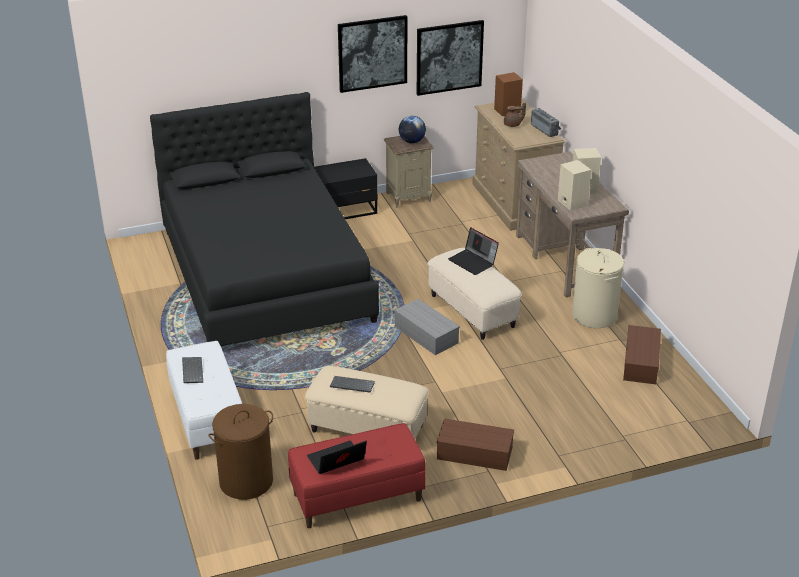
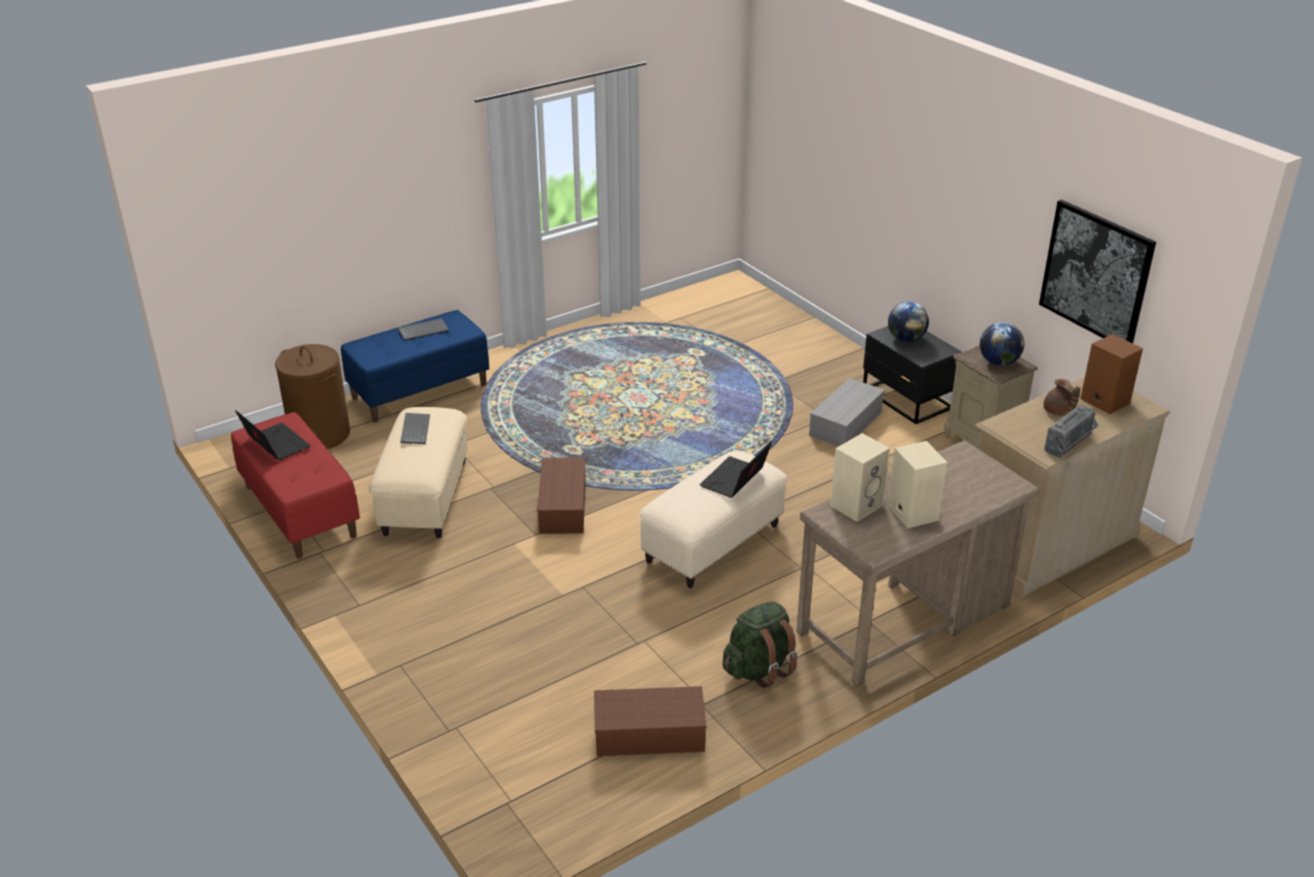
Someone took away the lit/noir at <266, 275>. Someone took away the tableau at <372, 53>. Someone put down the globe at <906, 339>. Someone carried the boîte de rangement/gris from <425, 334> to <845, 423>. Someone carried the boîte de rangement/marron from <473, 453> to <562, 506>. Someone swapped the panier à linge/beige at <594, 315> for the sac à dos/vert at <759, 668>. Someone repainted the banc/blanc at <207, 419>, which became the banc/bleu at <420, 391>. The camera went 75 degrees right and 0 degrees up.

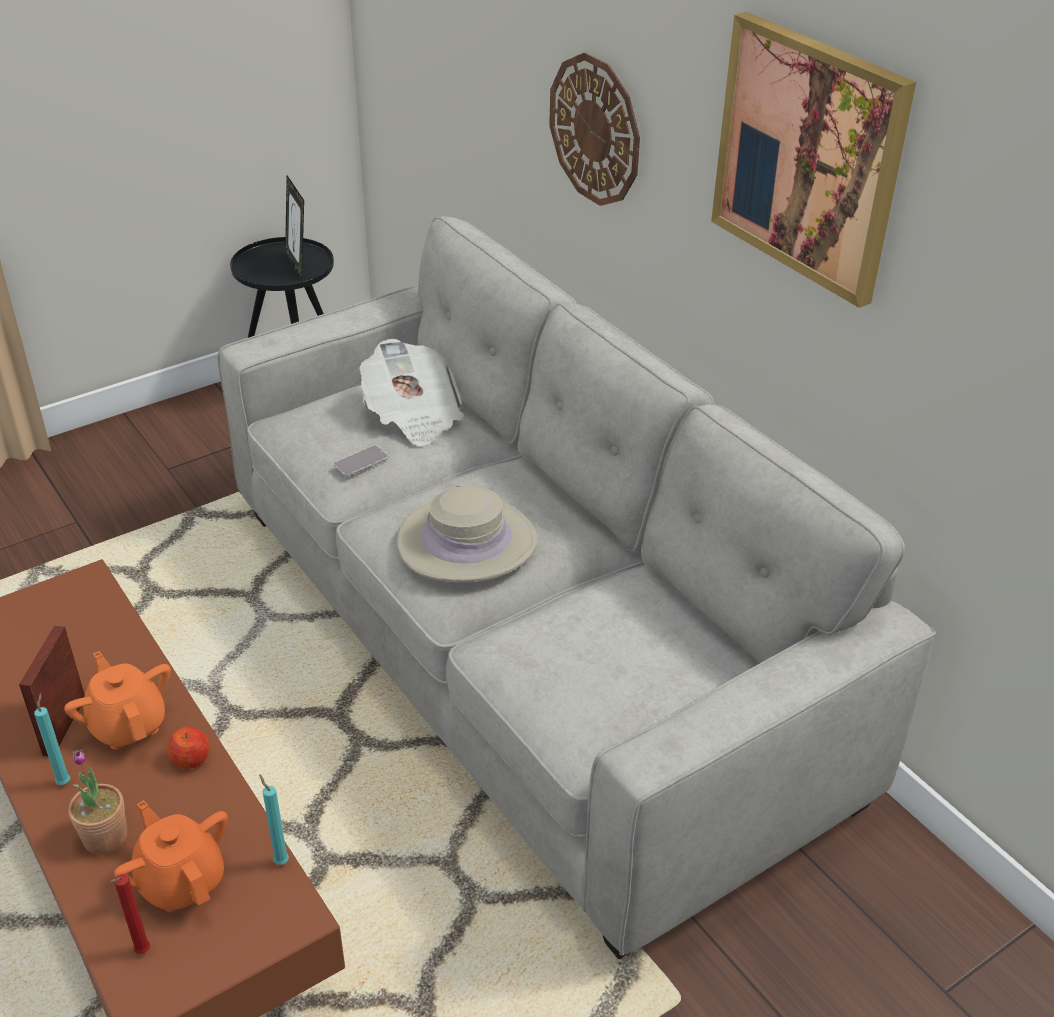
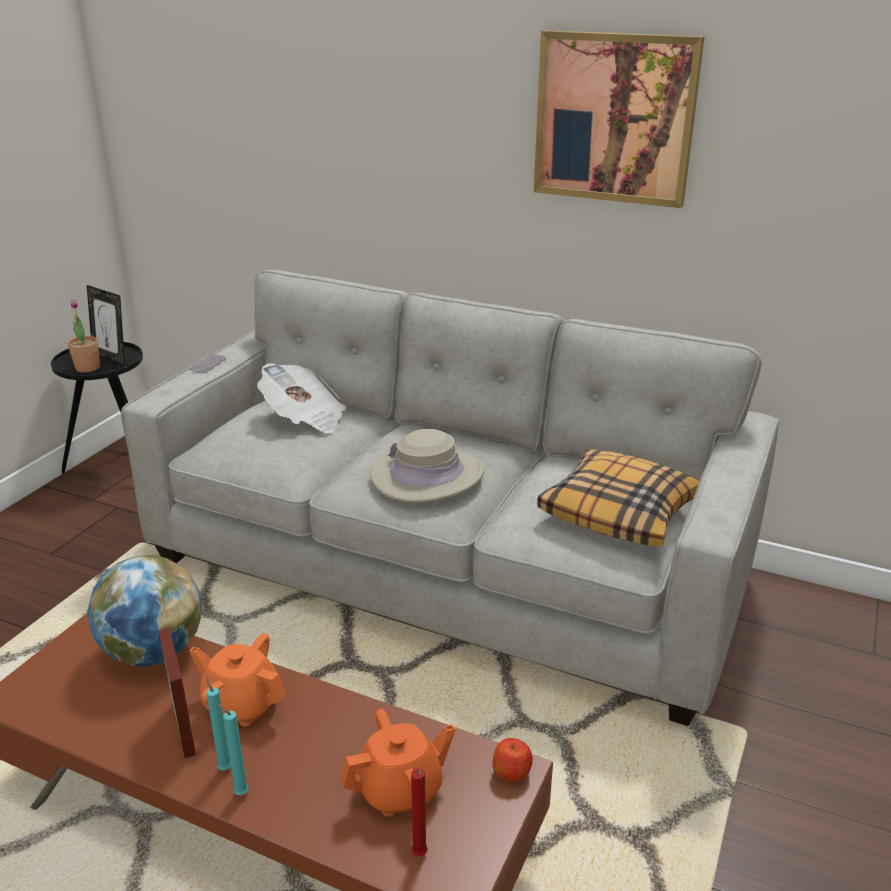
Someone took away the horloge murale at <595, 130>. Someone put down the globe at <153, 652>. Someone put down the coussin at <619, 511>. Someone carried the plante en pot from <105, 837> to <88, 368>. Someone carried the pomme from <191, 759> to <512, 772>. Someone carried the bougie/turquoise from <280, 860> to <239, 793>. Someone carried the téléphone from <361, 462> to <208, 364>. Someone rotated the théière/orange at <181, 881> by 135 degrees clockwise. The camera went 30 degrees left and 10 degrees down.

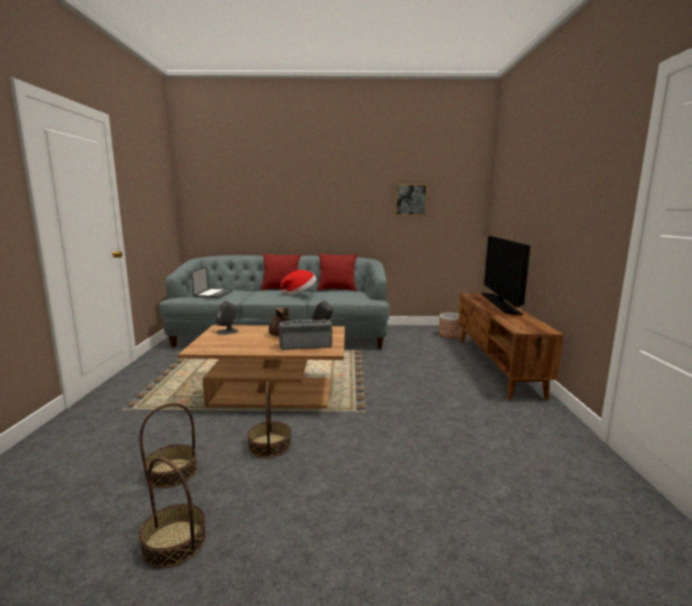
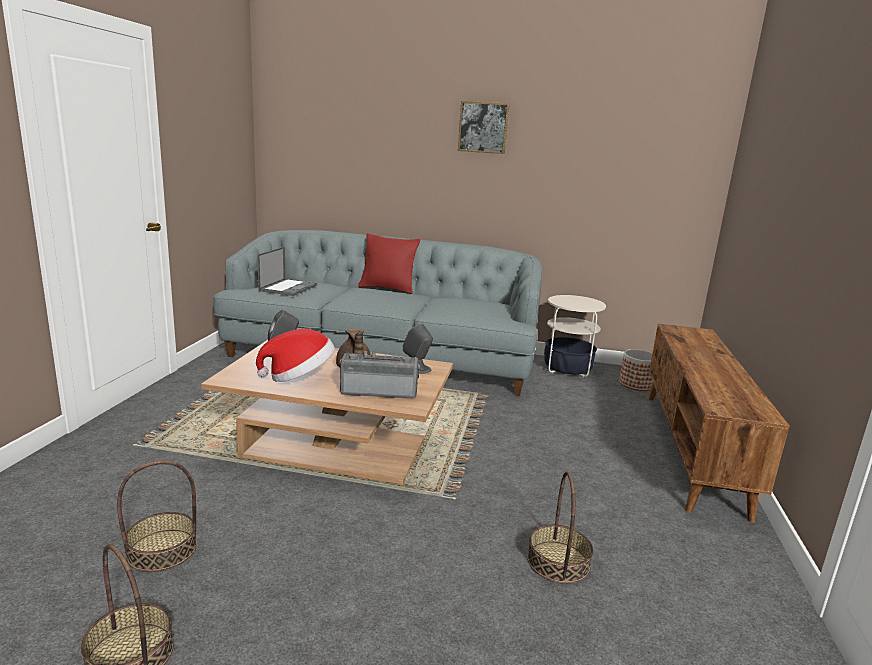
Someone took away the coussin/rouge at <337, 289>. Someone took away the téléviseur at <500, 303>. Someone put down the table d'appoint/beige at <567, 369>. Someone carried the panier from <270, 445> to <558, 562>. Someone carried the chapeau from <300, 293> to <299, 377>. Someone carried the tableau from <411, 200> to <483, 127>. The camera went 10 degrees right and 5 degrees up.

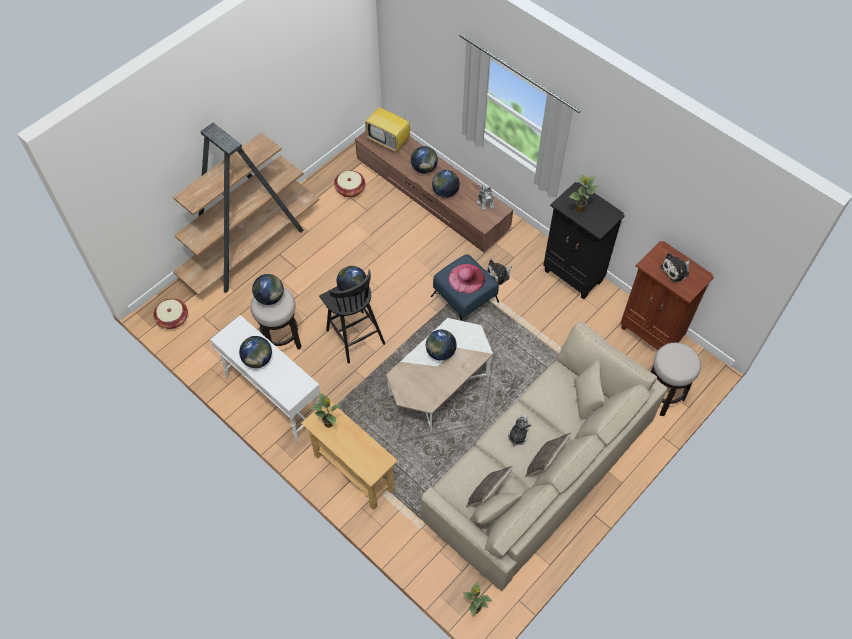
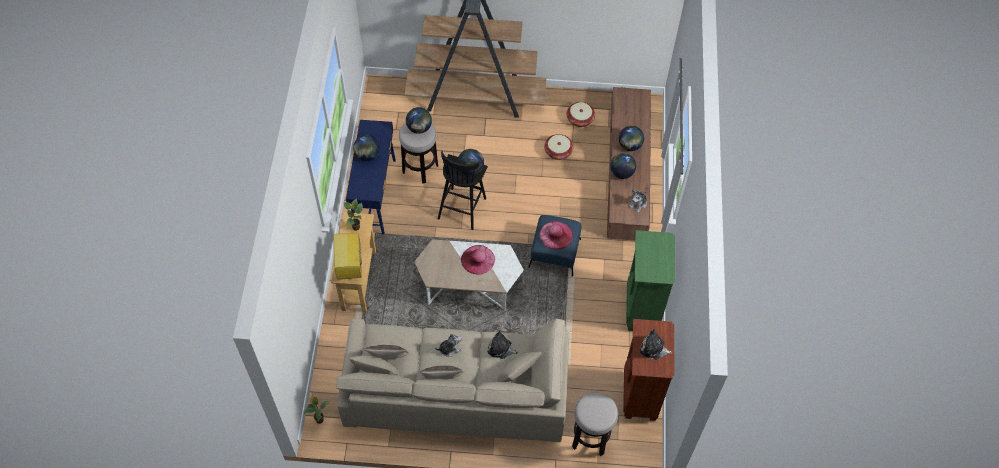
Someone took away the plante en pot at <579, 209>. Someone carried the panier from <173, 319> to <558, 152>. Someone carried the téléviseur from <389, 141> to <350, 266>. Someone carried the peluche from <499, 275> to <501, 348>. Someone swapped the globe at <440, 352> for the chapeau/rose at <478, 259>. Someone repainted the table console/blanc at <274, 396>, which became the table console/bleu at <375, 195>. Someone repainted the meuble de rangement/noir at <572, 277>, which became the meuble de rangement/vert at <641, 310>. The camera went 50 degrees right and 0 degrees up.

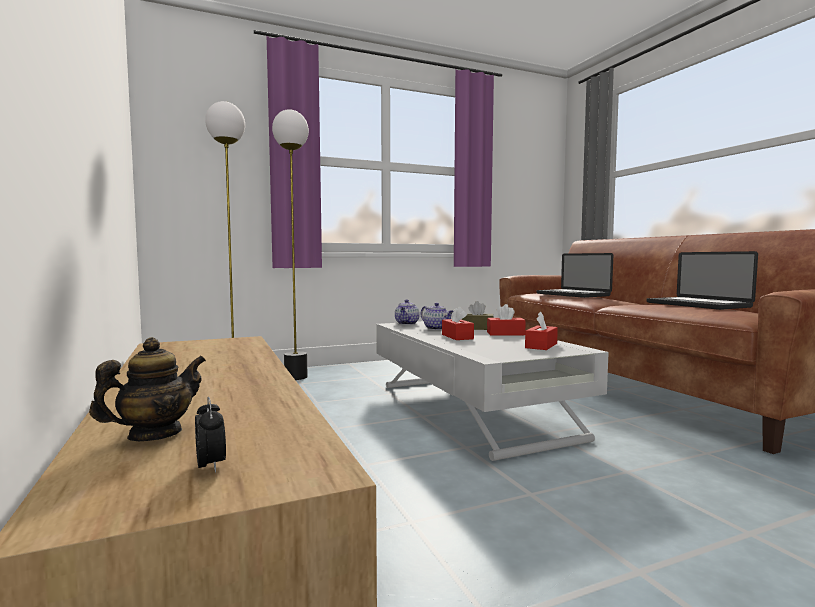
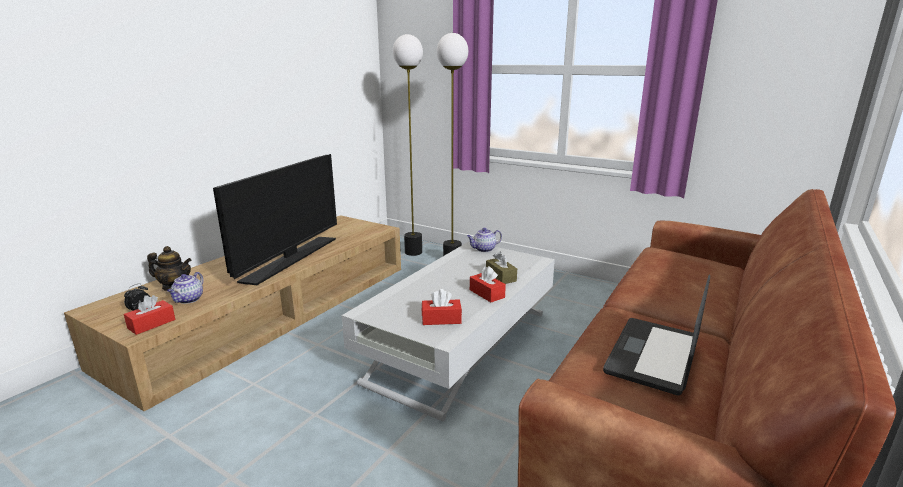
Someone took away the ordinateur portable at <572, 294>. Someone put down the téléviseur at <291, 259>. Someone carried the théière from <437, 328> to <188, 300>. Someone carried the boîte à mouchoirs/rouge from <457, 337> to <151, 324>. The camera went 55 degrees right and 15 degrees up.

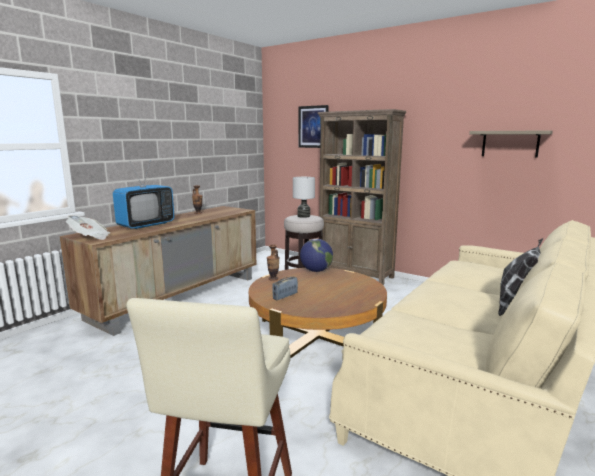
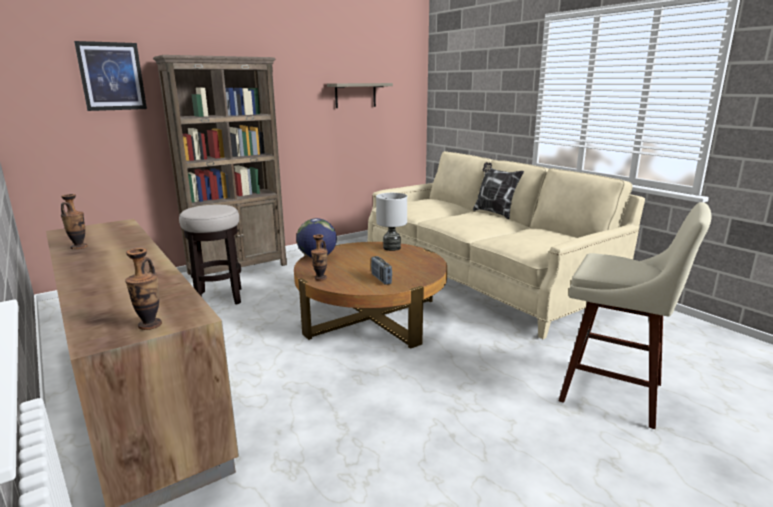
Someone took away the téléviseur at <146, 225>. Someone carried the lampe de table/gris from <303, 216> to <392, 248>. Someone swapped the journal at <90, 237> for the vase at <150, 325>. The camera went 70 degrees left and 5 degrees up.

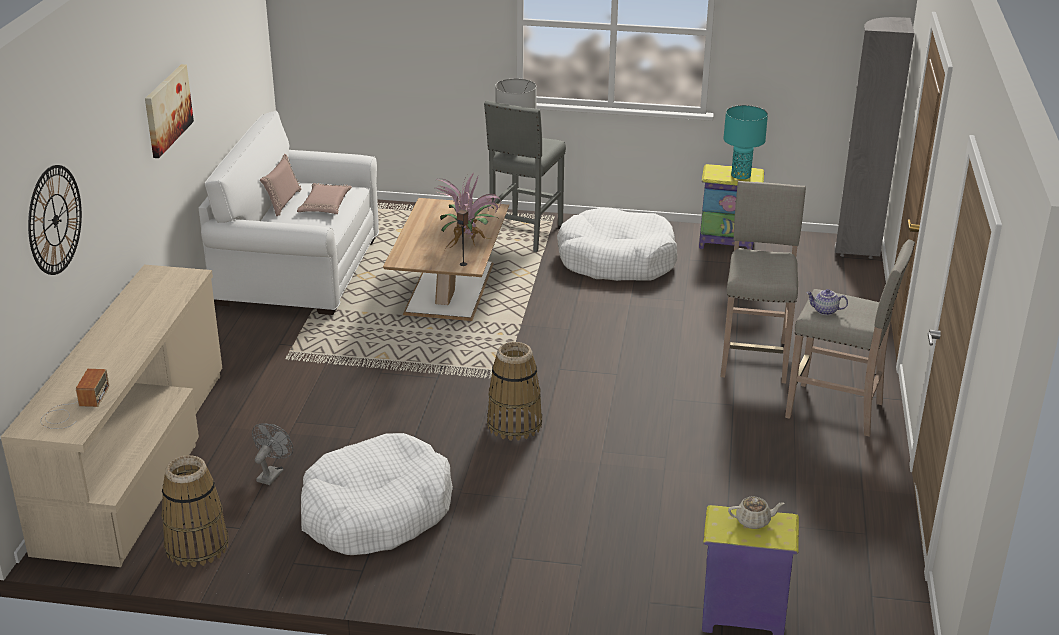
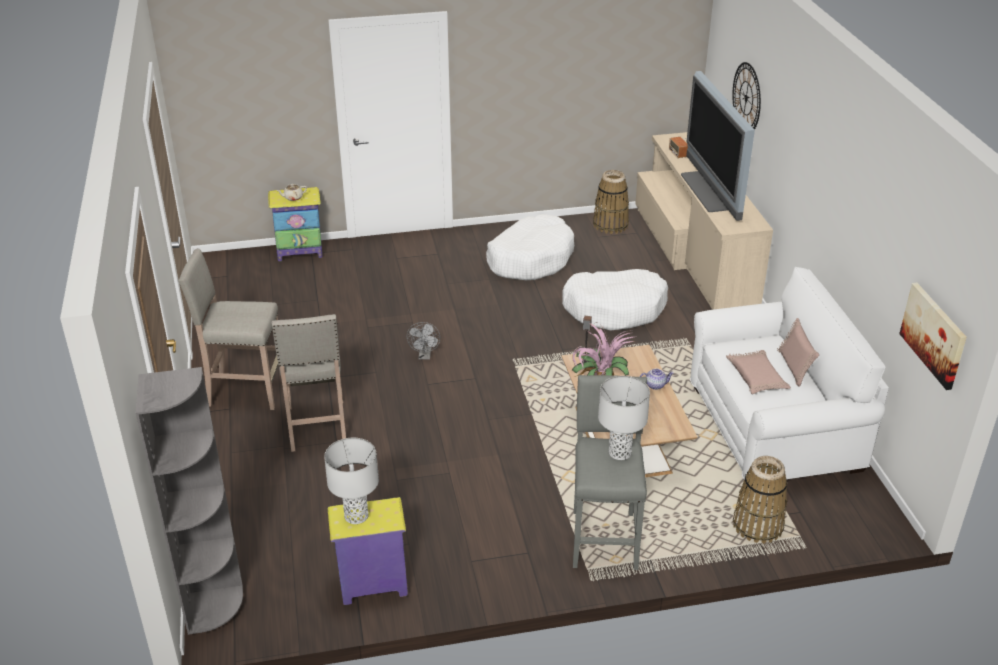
Someone put down the téléviseur at <710, 191>. Someone carried the tableau from <167, 110> to <934, 335>. Someone carried the ventilateur/gris from <272, 473> to <425, 356>. Someone carried the panier from <514, 424> to <757, 525>. Someone carried the panier pour chien/blanc from <616, 260> to <615, 308>. Someone carried the théière from <825, 311> to <655, 385>. Someone repainted the lampe de table/turquoise at <740, 175>, which became the lampe de table/blanc at <356, 515>. The camera went 160 degrees right and 5 degrees up.

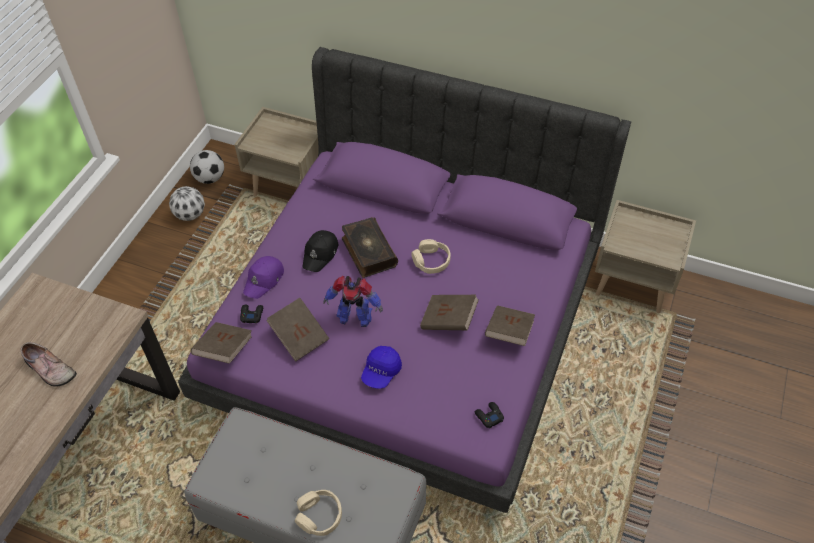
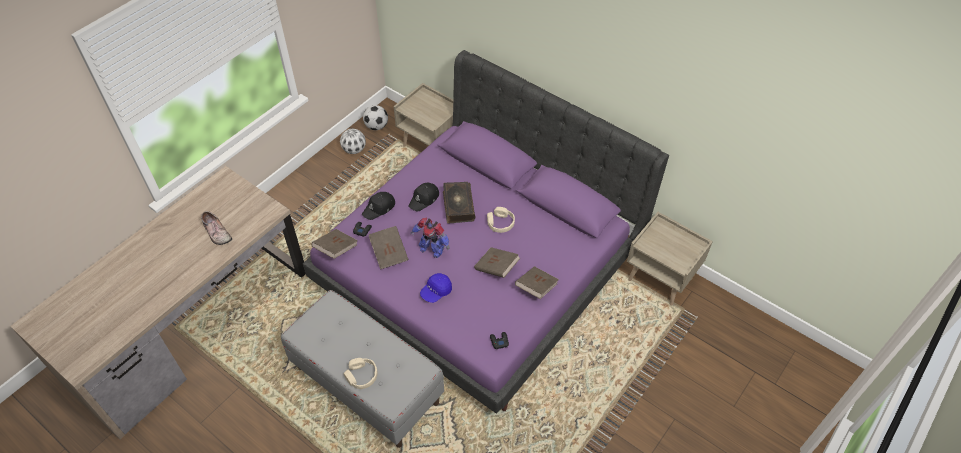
Someone repainted the casquette/violet at <264, 280>, which became the casquette/noir at <379, 208>. The camera went 15 degrees right and 0 degrees up.

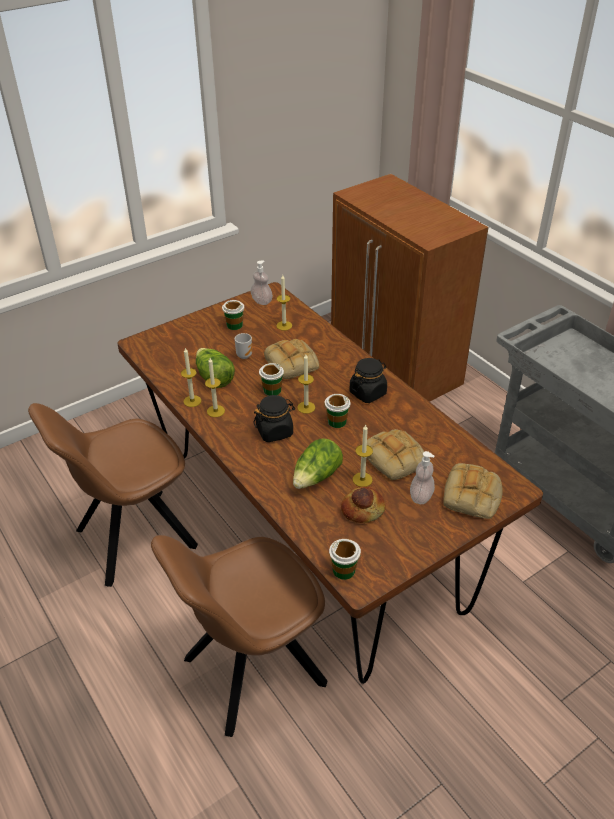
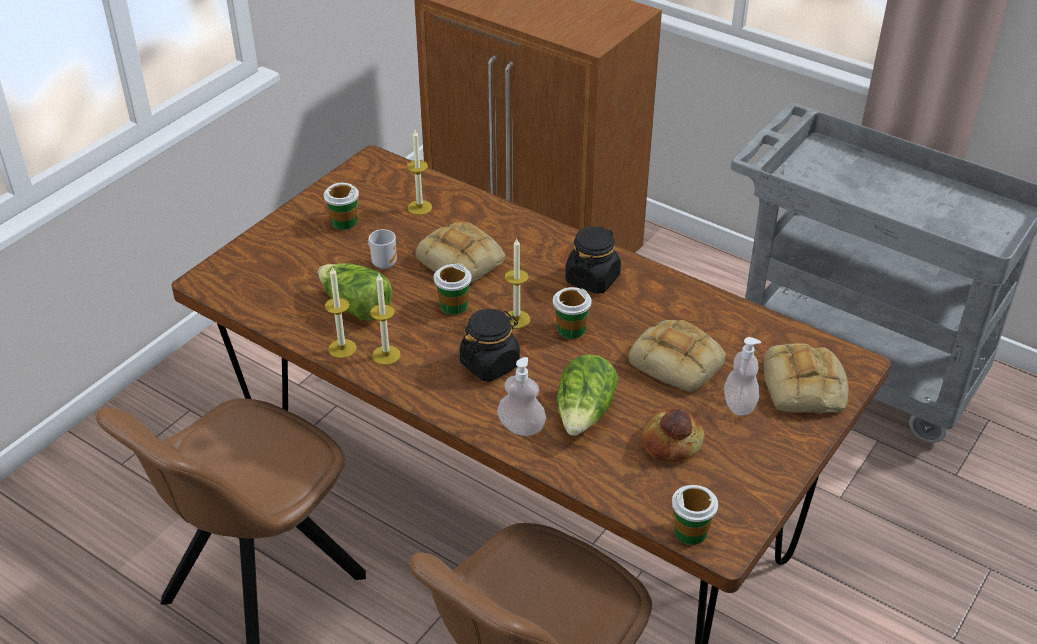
Someone took away the bougie at <362, 479>. Someone carried the distributeur de savon from <261, 301> to <521, 427>. The camera went 20 degrees left and 0 degrees up.

